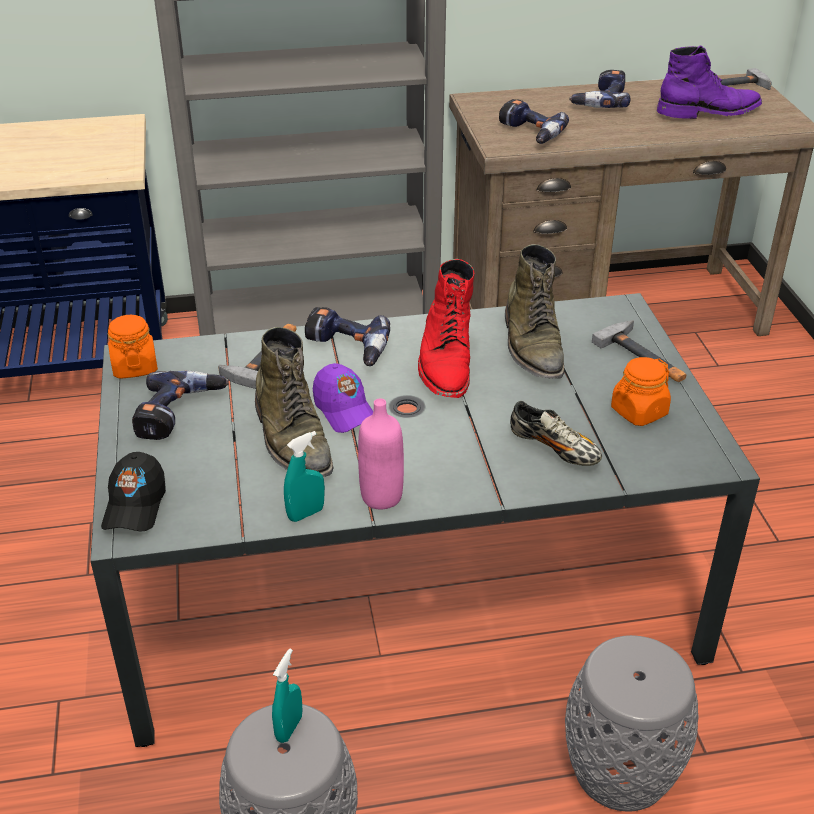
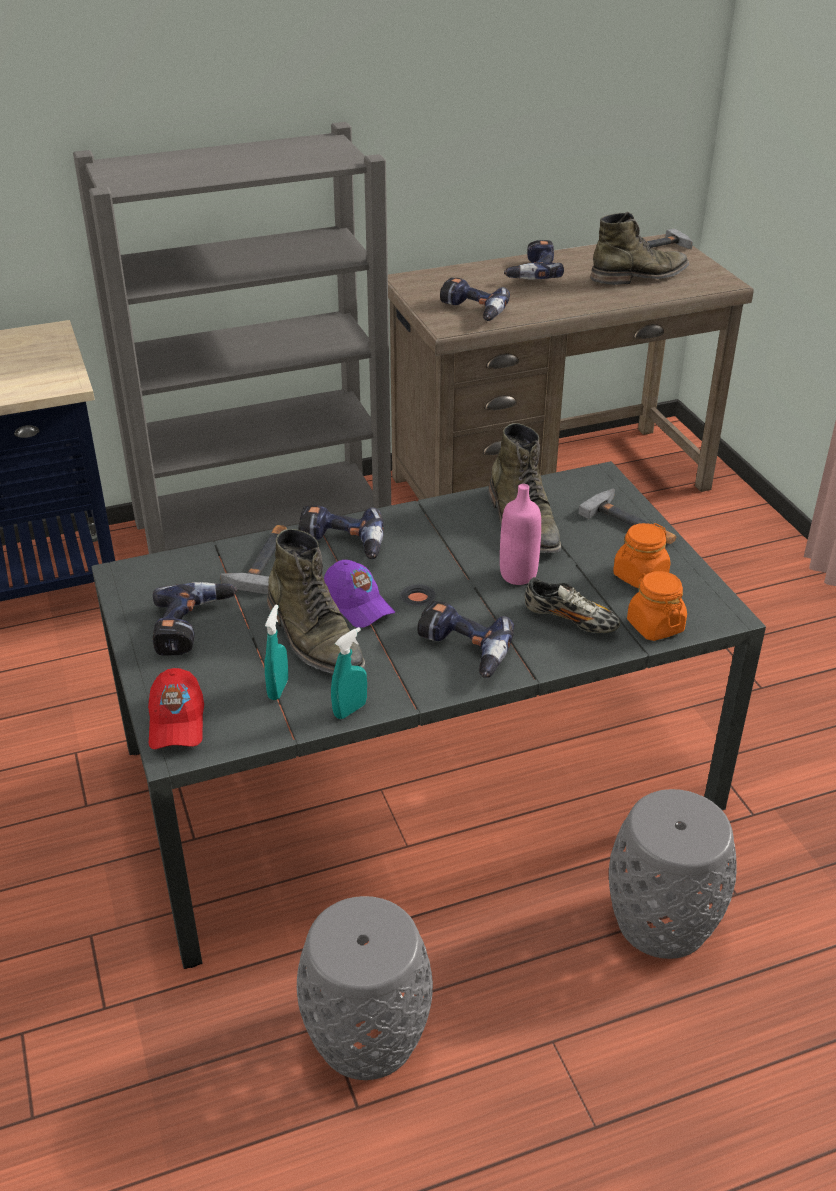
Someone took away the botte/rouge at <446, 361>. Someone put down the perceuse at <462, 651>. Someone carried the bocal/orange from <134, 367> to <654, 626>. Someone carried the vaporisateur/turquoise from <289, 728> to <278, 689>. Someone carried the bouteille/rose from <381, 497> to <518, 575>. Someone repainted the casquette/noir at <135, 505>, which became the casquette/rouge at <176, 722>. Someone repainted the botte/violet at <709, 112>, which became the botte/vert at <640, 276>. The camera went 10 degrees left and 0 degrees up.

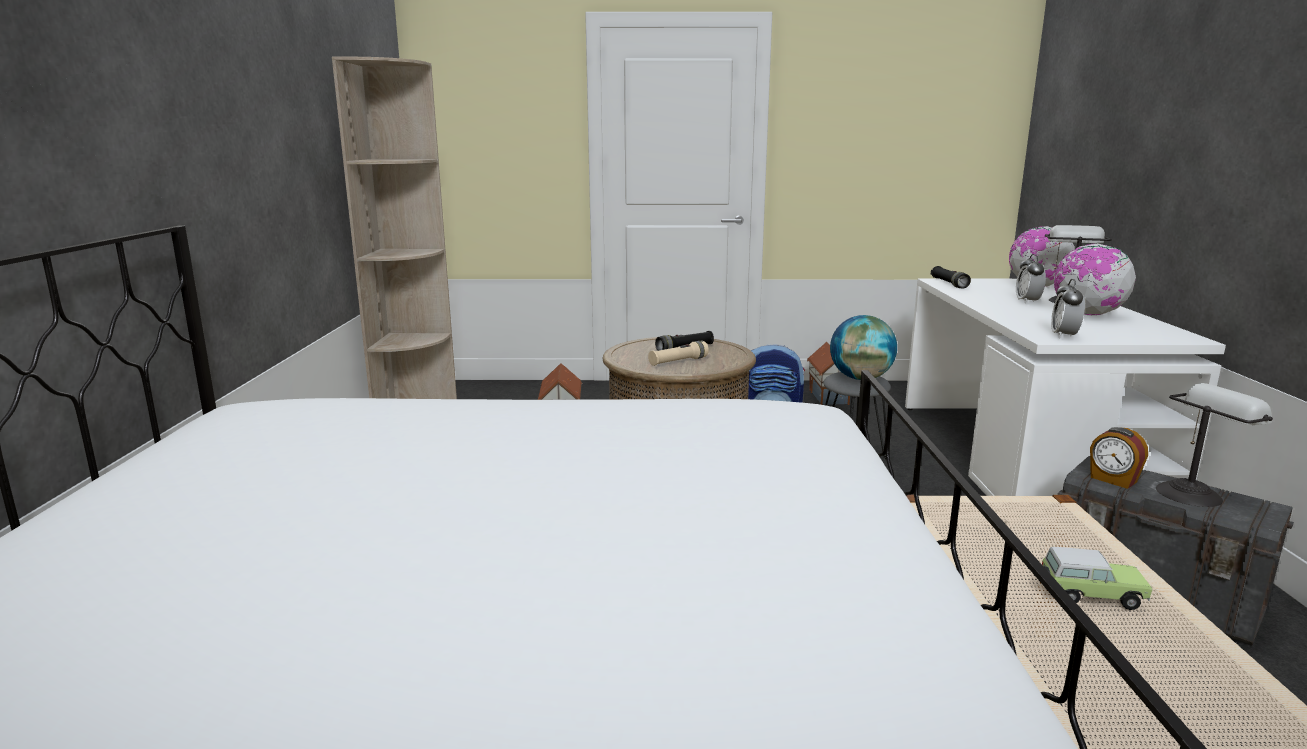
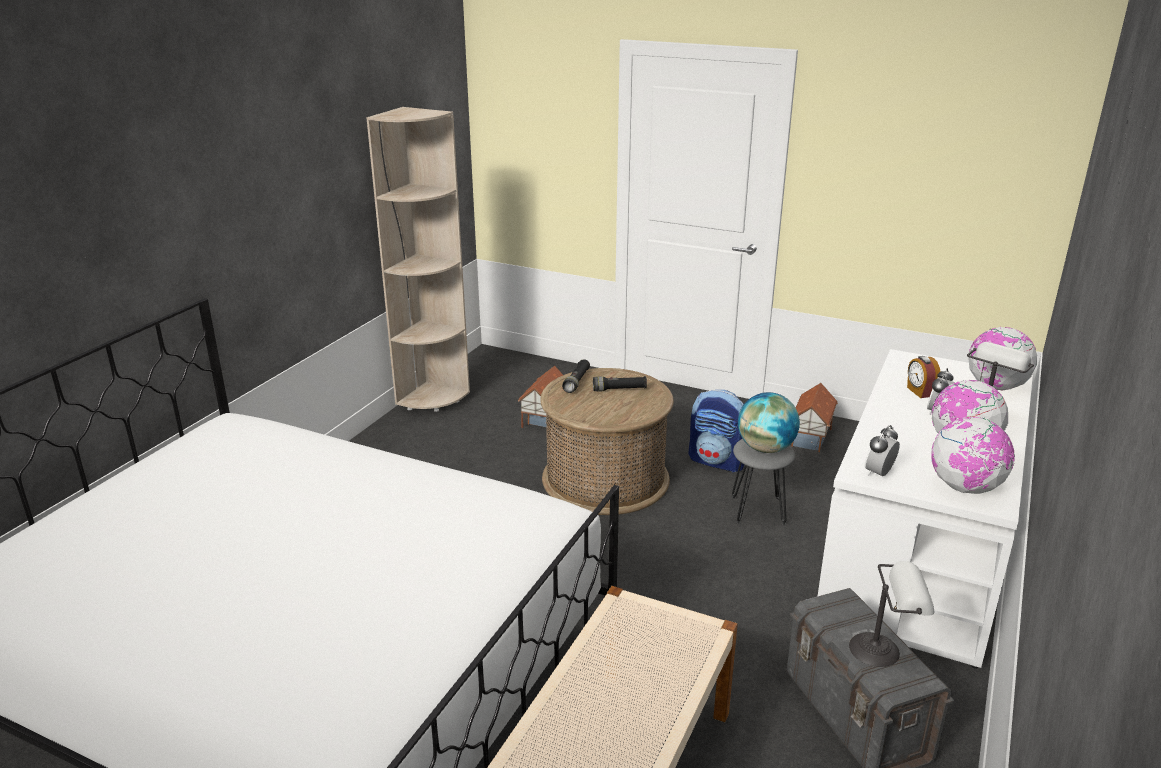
Someone took away the lampe de poche/beige at <678, 362>. Someone took away the petite voiture at <1087, 595>. Someone put down the globe at <965, 488>. Someone carried the lampe de poche/noir from <949, 284> to <576, 382>. Someone carried the réveil from <1113, 480> to <920, 392>. The camera went 25 degrees right and 10 degrees up.

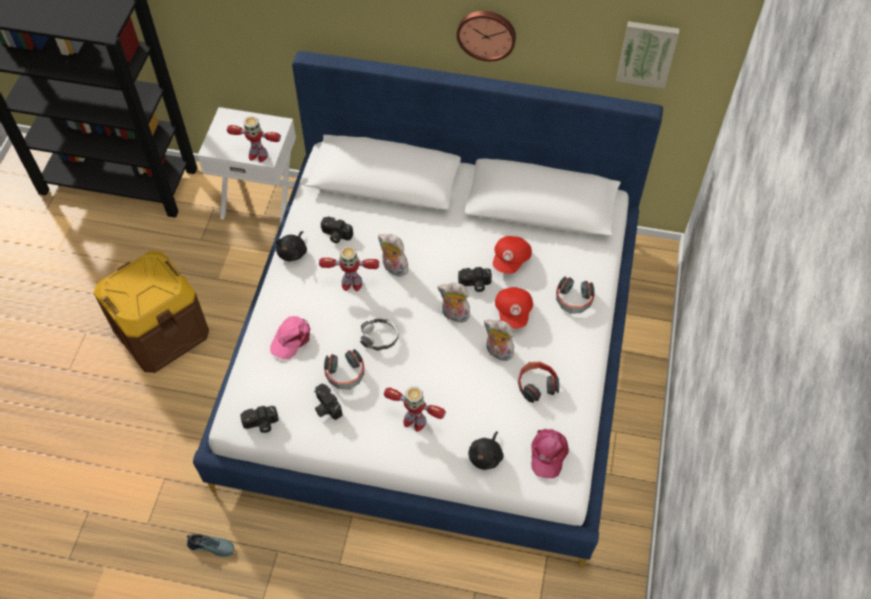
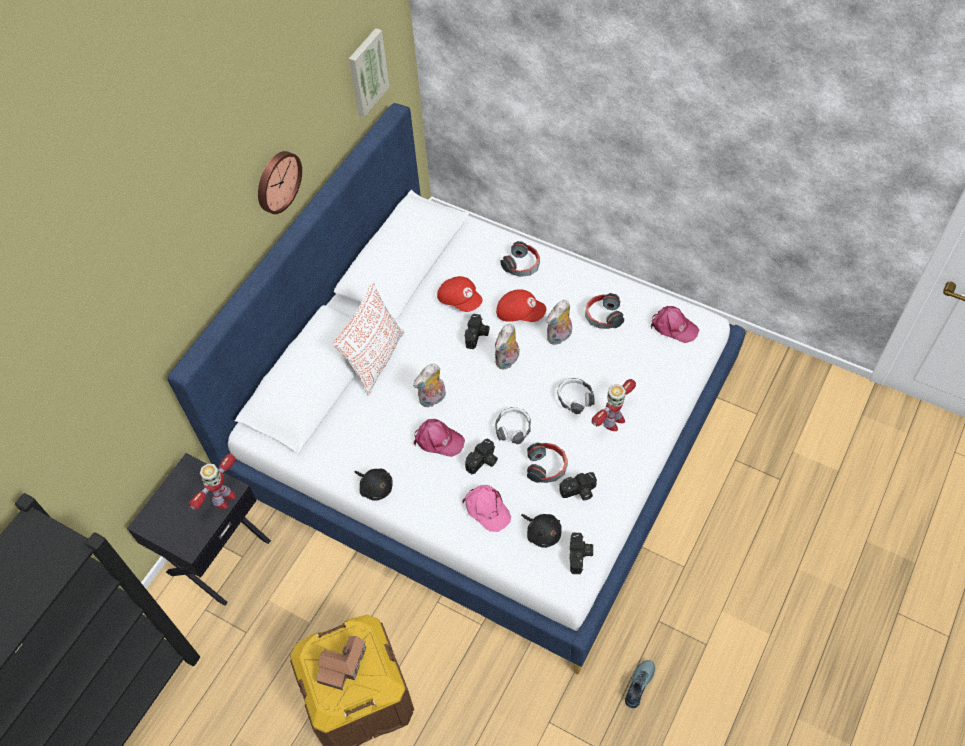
Someone put down the maison miniature at <342, 665>. Someone put down the coussin/blanc at <376, 360>. Someone put down the casque audio at <575, 398>. Someone carried the appareil photo from <335, 235> to <483, 462>. Someone carried the peluche/noir from <486, 456> to <542, 533>. Someone swapped the robot jouet at <351, 283> for the casquette/rose at <438, 440>. Someone repainted the table de chevet/blanc at <261, 199>, which became the table de chevet/noir at <217, 555>. The camera went 70 degrees left and 0 degrees up.

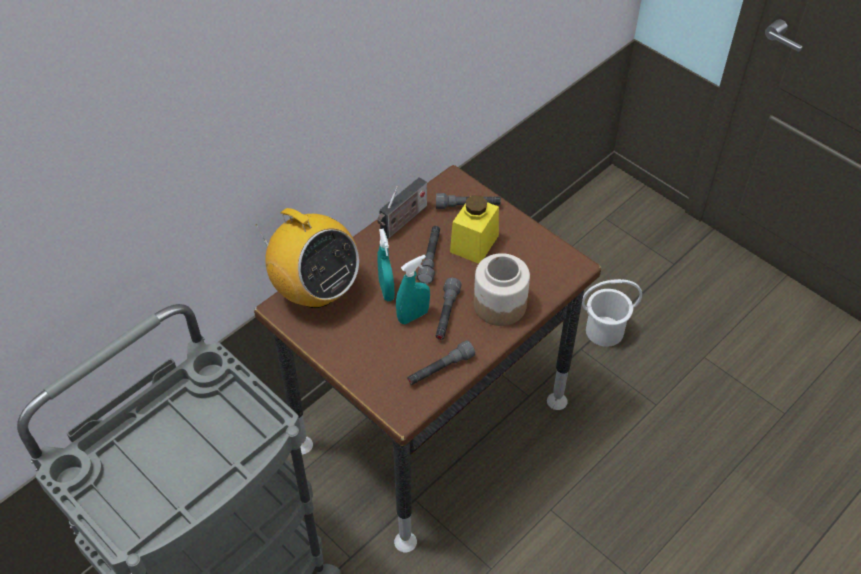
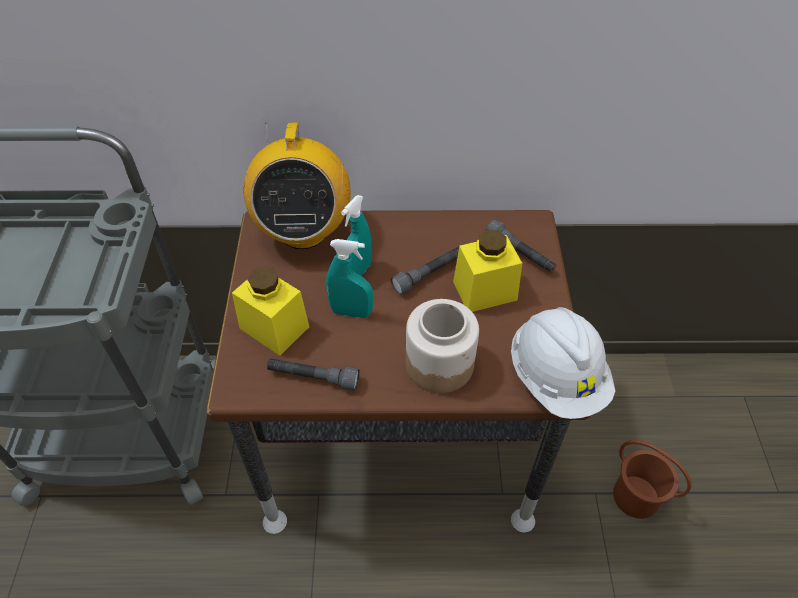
Someone took away the radio at <402, 222>. Someone took away the lampe de poche/gris at <446, 314>. Someone put down the bocal/jaune at <274, 327>. Someone put down the casque de chantier/blanc at <557, 378>. Someone repainted the seau/blanc at <604, 330>, which became the seau/marron at <636, 495>. The camera went 45 degrees right and 0 degrees up.

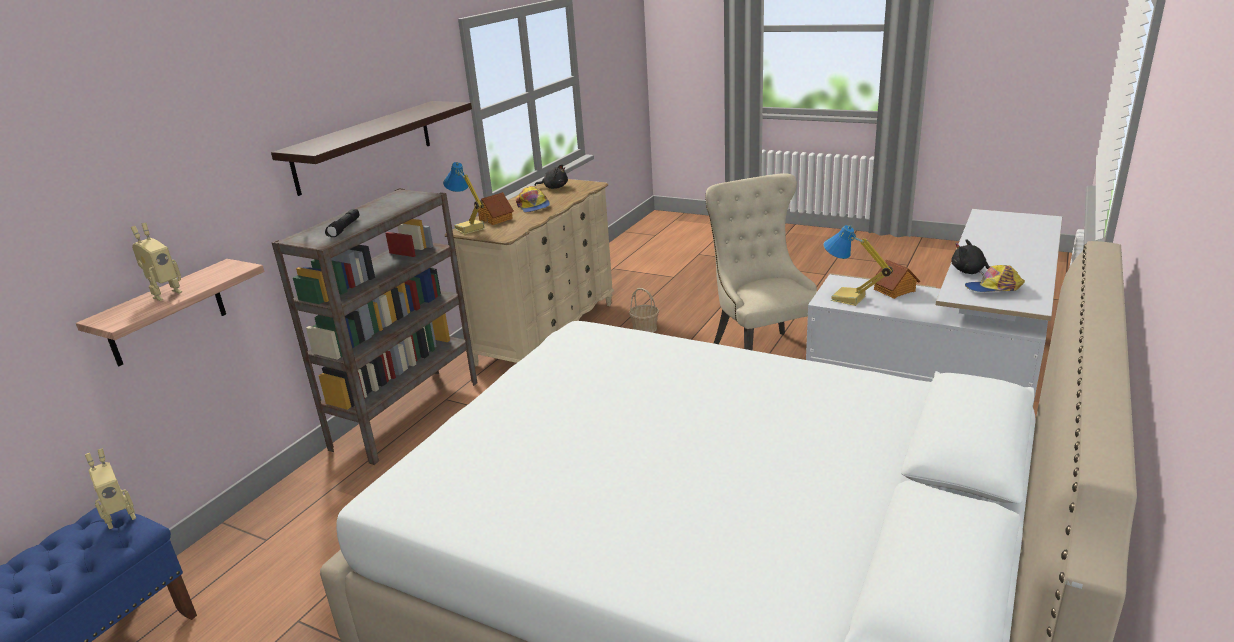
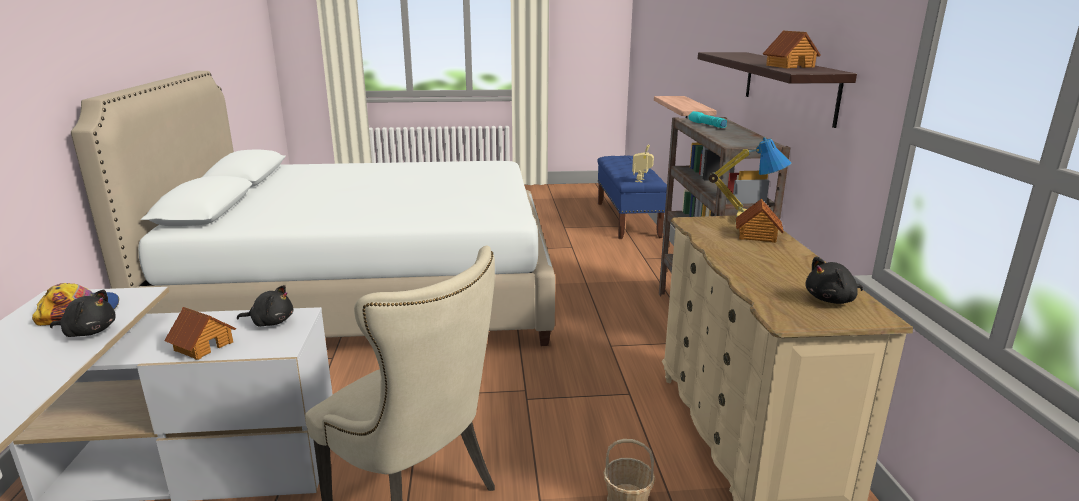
Someone took away the robot jouet at <165, 294>. Someone took away the casquette at <533, 206>. Someone put down the maison miniature at <789, 66>. Someone swapped the lampe de table at <848, 299> for the peluche/noir at <271, 322>. Someone repainted the lampe de poche/noir at <345, 228>, which became the lampe de poche/turquoise at <706, 125>. The camera went 145 degrees right and 5 degrees down.

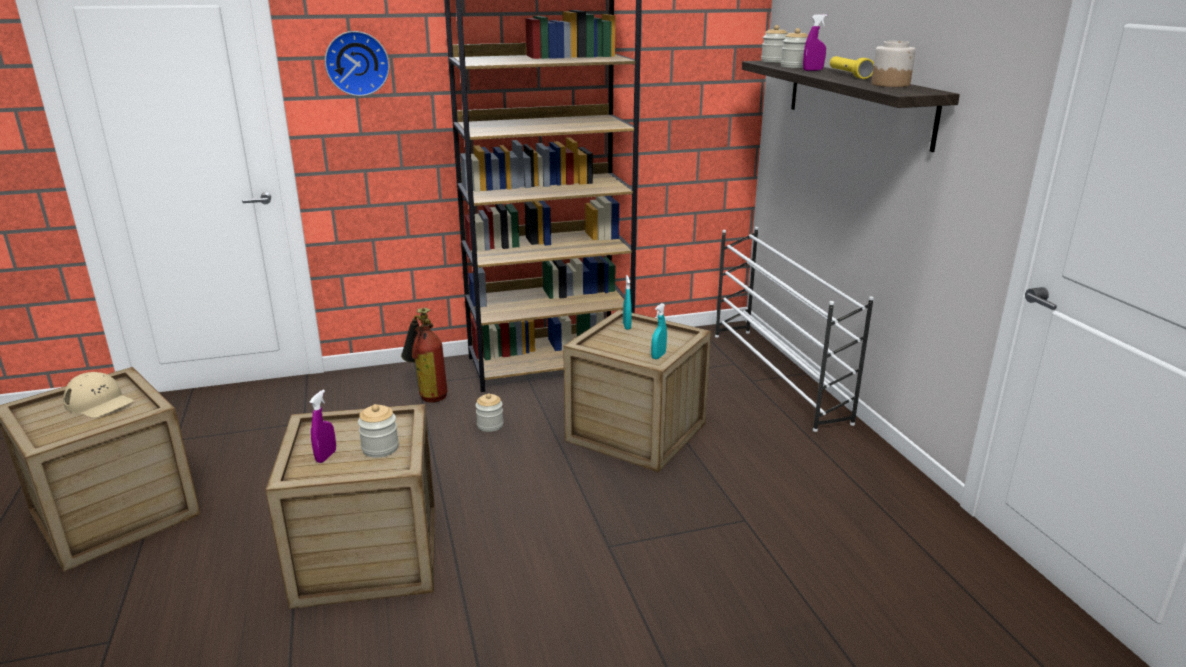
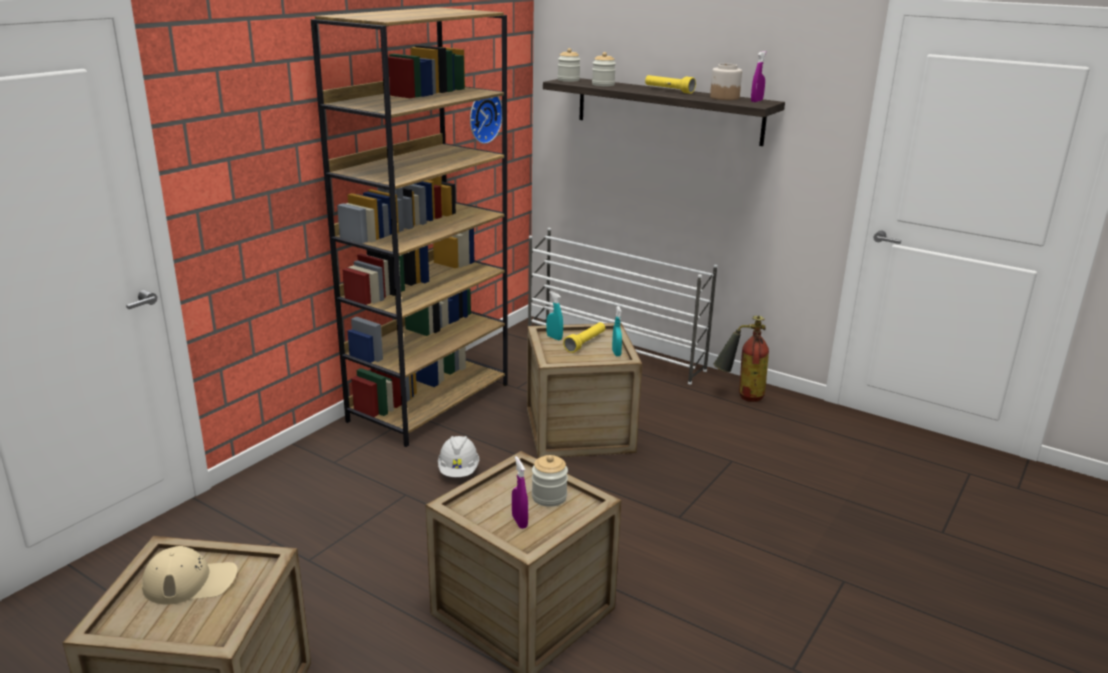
Someone put down the lampe de poche/jaune at <585, 343>. Someone carried the horloge murale from <357, 63> to <483, 116>. Someone carried the extincteur from <427, 393> to <740, 396>. Someone carried the vaporisateur/violet from <813, 70> to <756, 101>. Someone swapped the bocal at <490, 425> for the casque de chantier/blanc at <458, 471>. The camera went 40 degrees left and 0 degrees up.

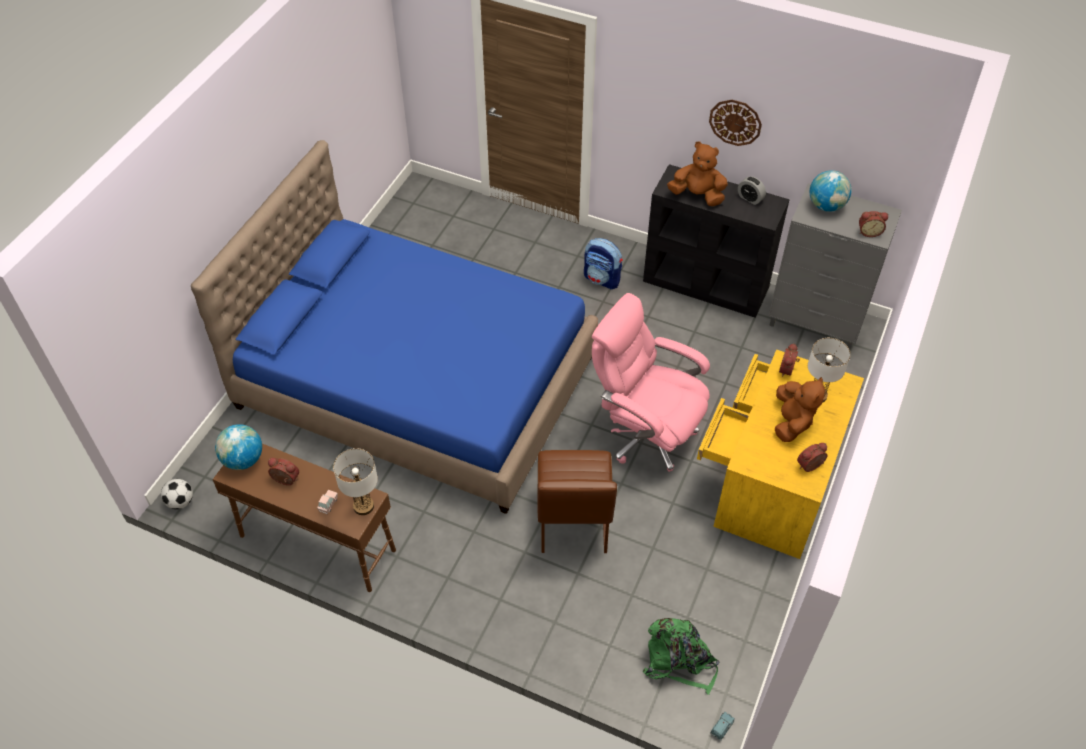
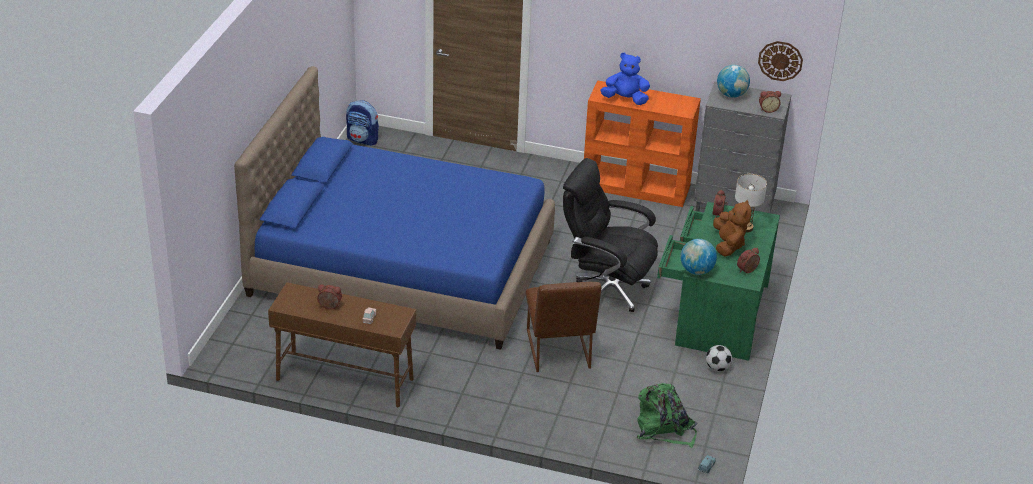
Someone took away the lampe de table at <363, 506>. Someone took away the réveil at <750, 198>. Someone carried the ballon de foot from <180, 502> to <717, 368>. Someone carried the globe from <243, 459> to <696, 271>. Someone carried the sac à dos from <602, 279> to <363, 139>. Someone carried the horloge murale from <735, 122> to <780, 60>. Someone repainted the chaise de bureau/rose at <645, 434>, which became the chaise de bureau/noir at <606, 290>. Someone repainted the bibliothèque/noir at <706, 283>, which became the bibliothèque/orange at <636, 186>. Someone repainted the peluche/marron at <697, 195>, which became the peluche/bleu at <625, 99>. Someone repainted the bureau/jaune at <769, 479>, which became the bureau/vert at <714, 312>. The camera went 10 degrees left and 15 degrees down.

